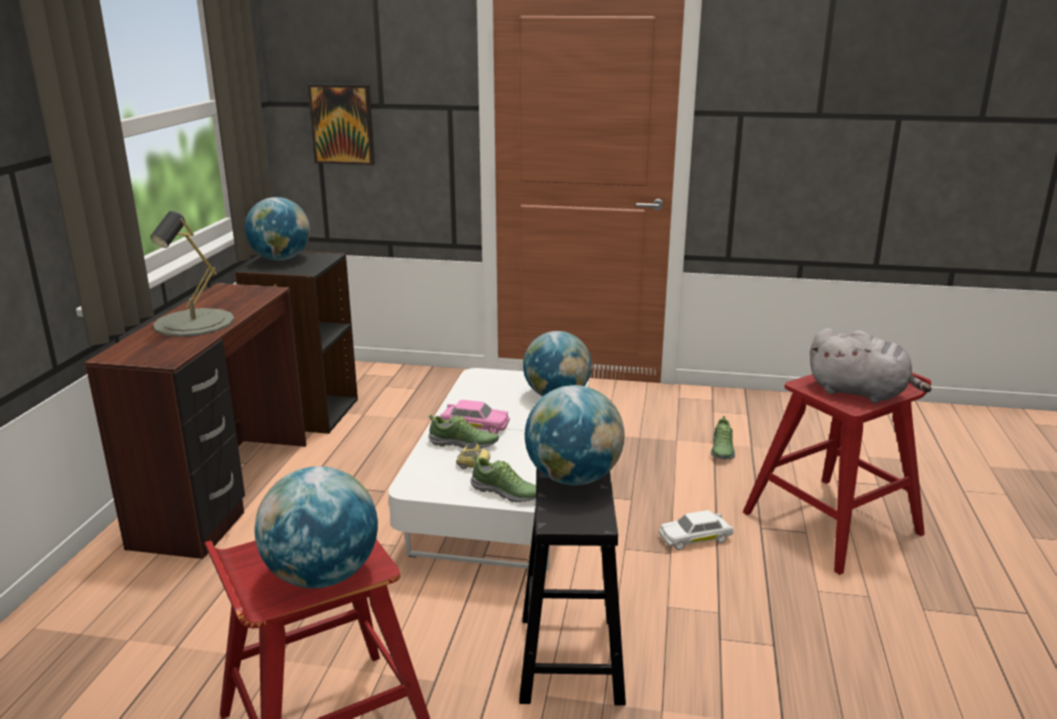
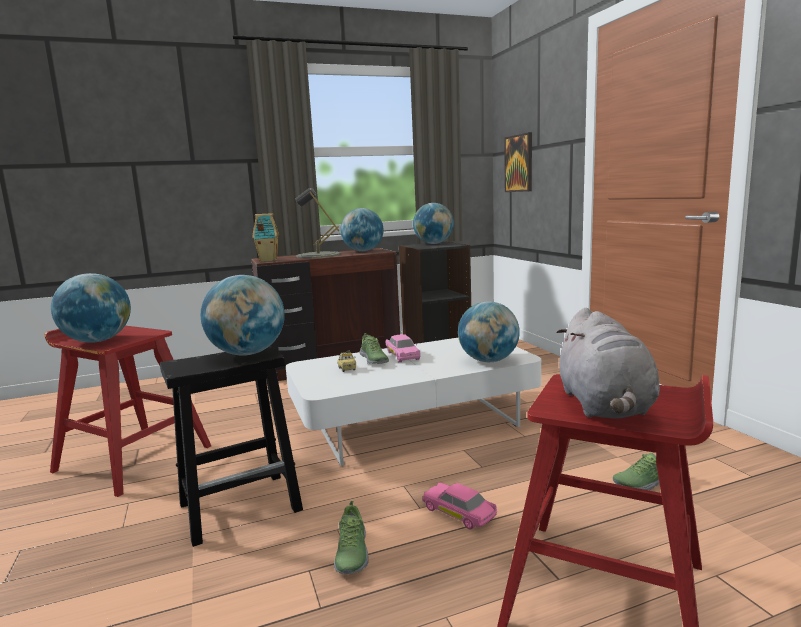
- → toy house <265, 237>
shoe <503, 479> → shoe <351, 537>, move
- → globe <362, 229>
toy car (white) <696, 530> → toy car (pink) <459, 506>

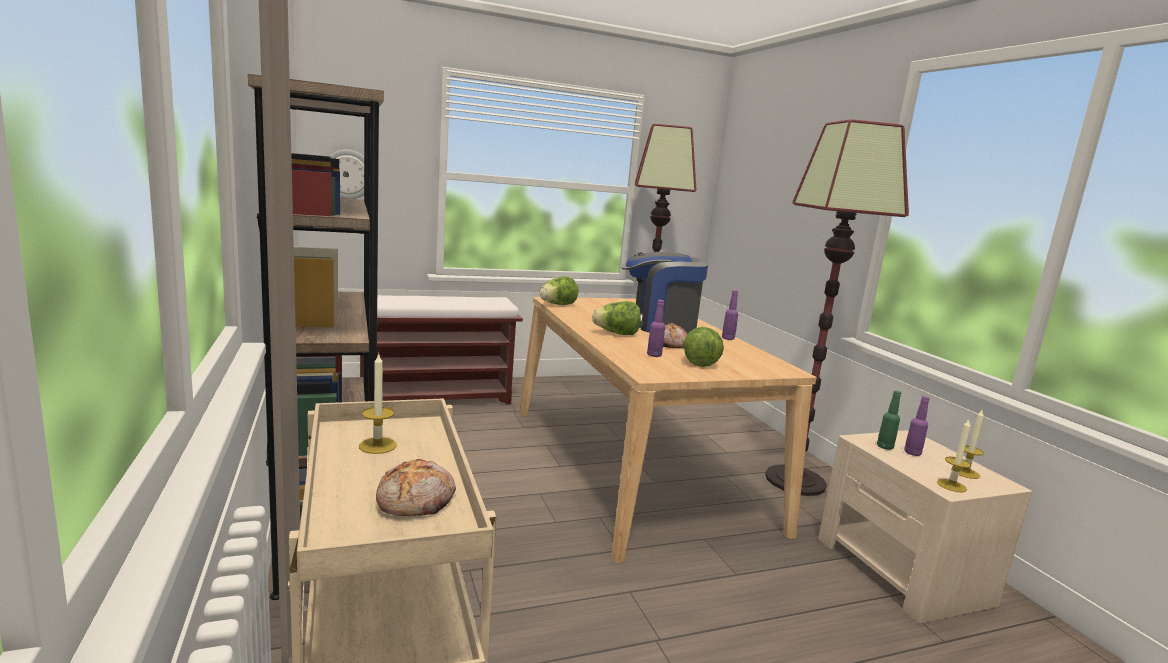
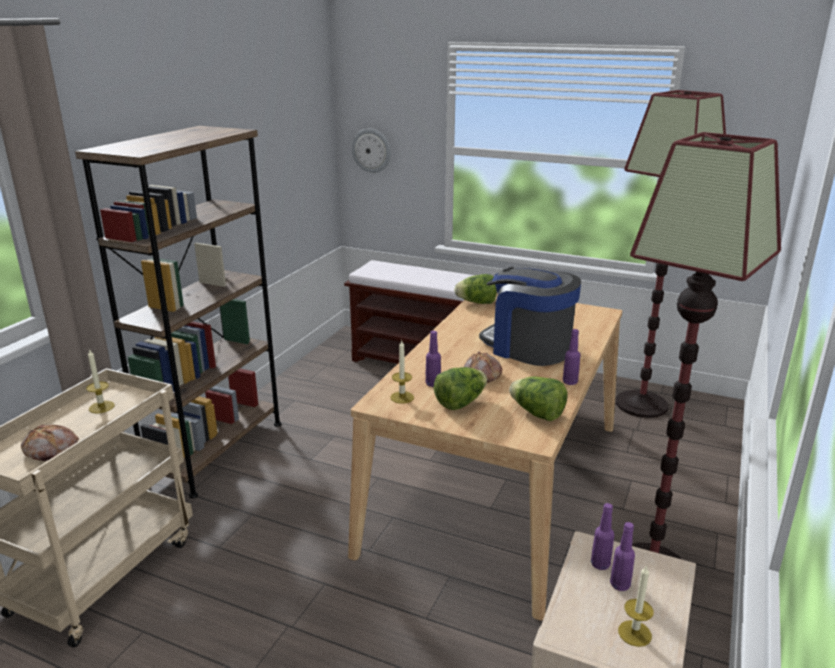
candle <954, 456> → candle <402, 372>, move
lettuce <616, 318> → lettuce <538, 399>, move
bottle (green) <889, 420> → bottle (purple) <602, 536>

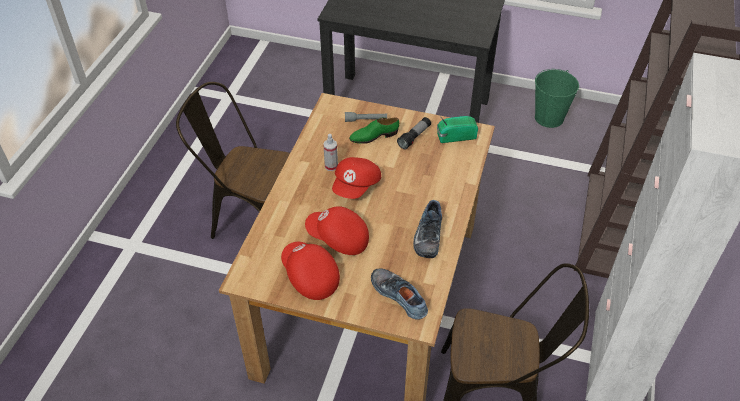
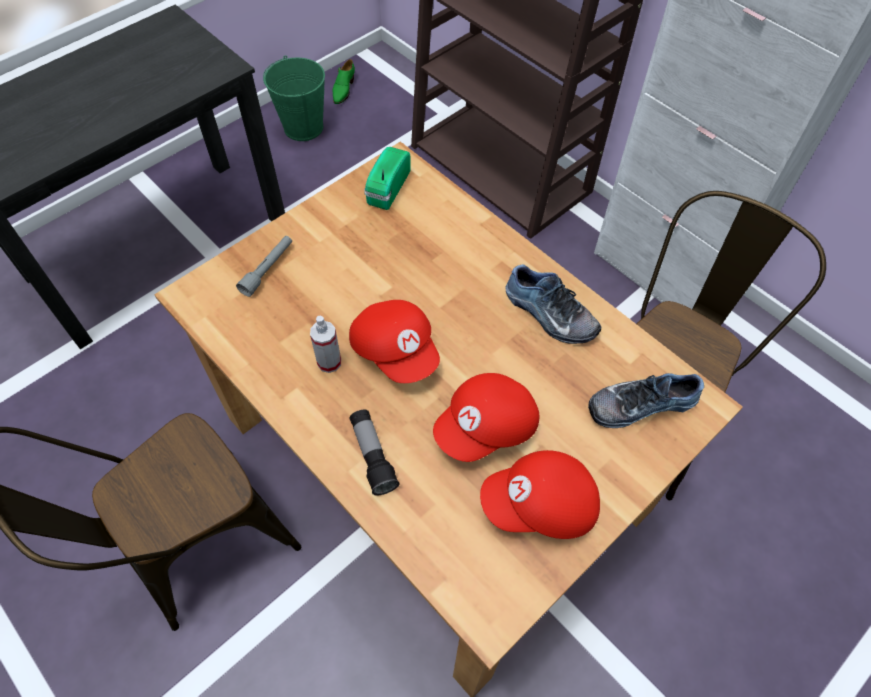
shoe (green) <374, 131> → shoe (green) <343, 81>, move
flashlight <414, 133> → flashlight <374, 452>, move

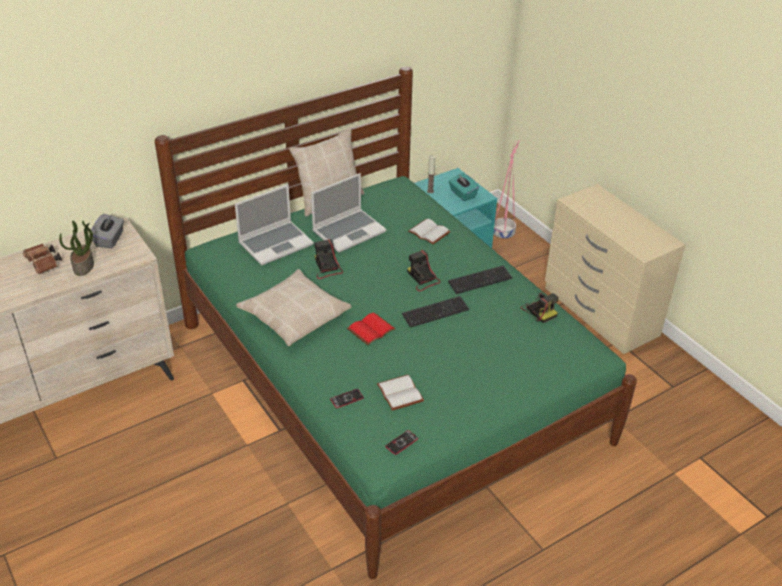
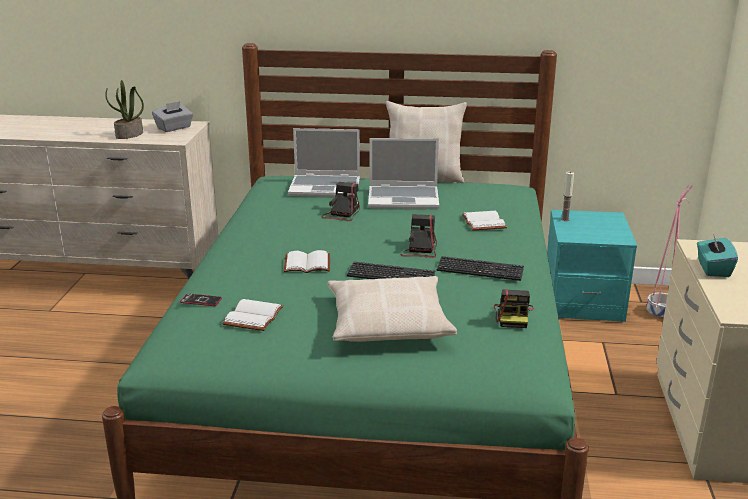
book (red) <371, 329> → book (white) <307, 261>
pillow (beige) <293, 307> → pillow (beige) <392, 309>, move
tissue box (turquoise) <464, 187> → tissue box (turquoise) <717, 255>, move
binoculars (brown) <42, 258> → -
phone <401, 442> → -

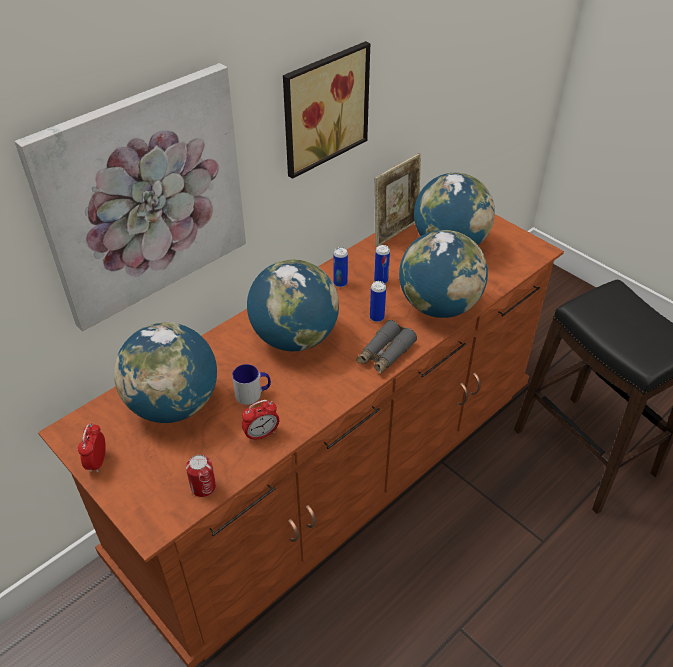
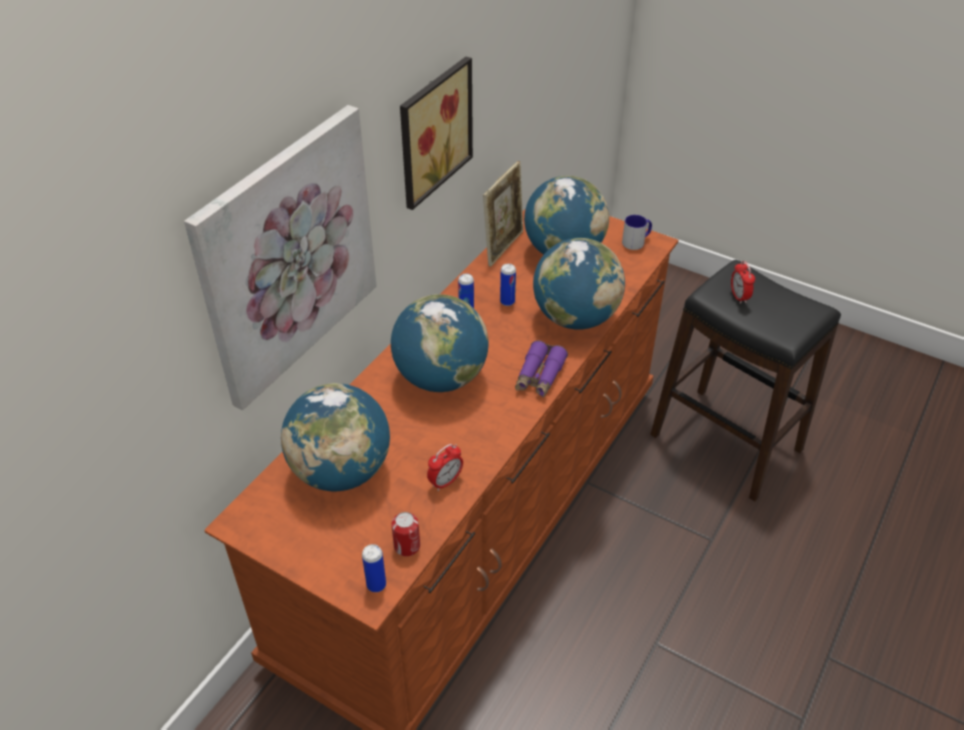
can <378, 301> → can <374, 568>, move
binoculars (grey) <386, 347> → binoculars (purple) <541, 369>
mug <251, 384> → mug <637, 232>, move
alarm clock <92, 447> → alarm clock <743, 282>, move

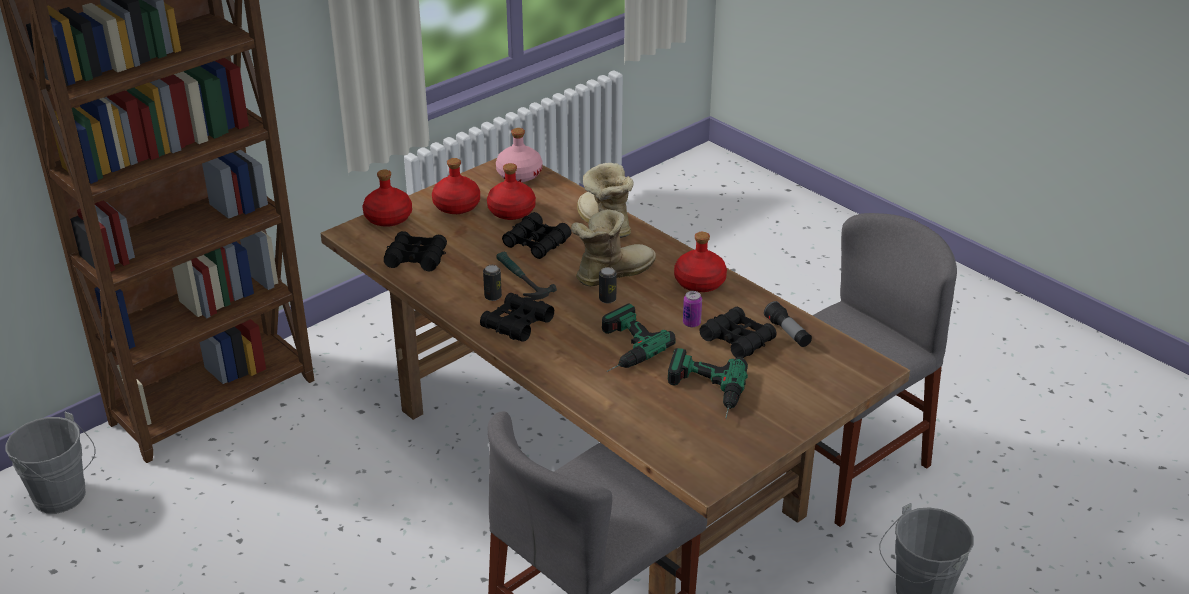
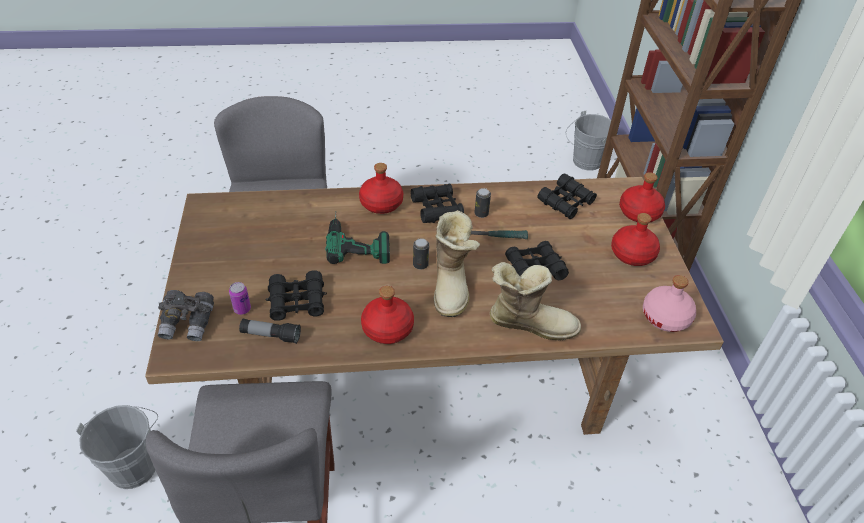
- → binoculars (grey) <186, 315>
can <692, 309> → can <240, 298>, move
bottle (red) <511, 191> → bottle (red) <381, 188>, move
power drill <708, 383> → -

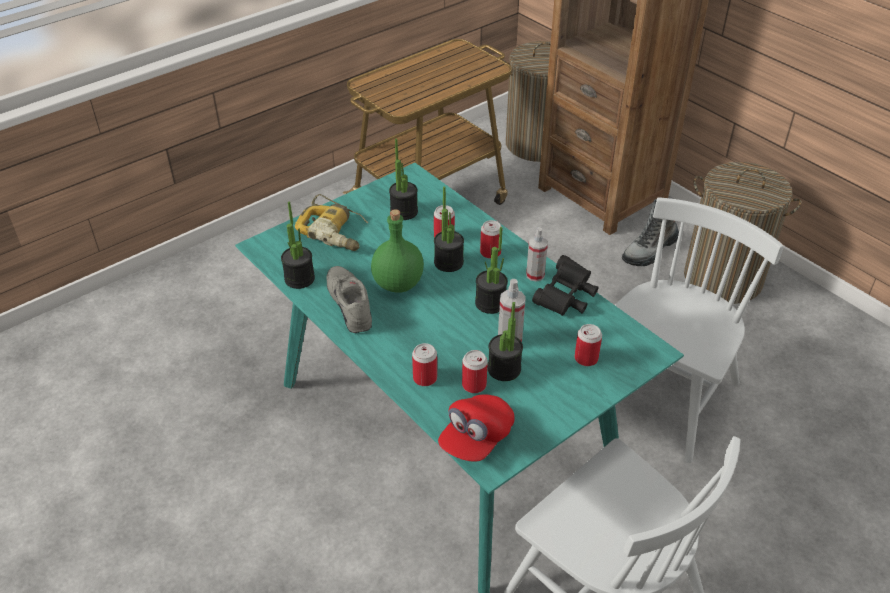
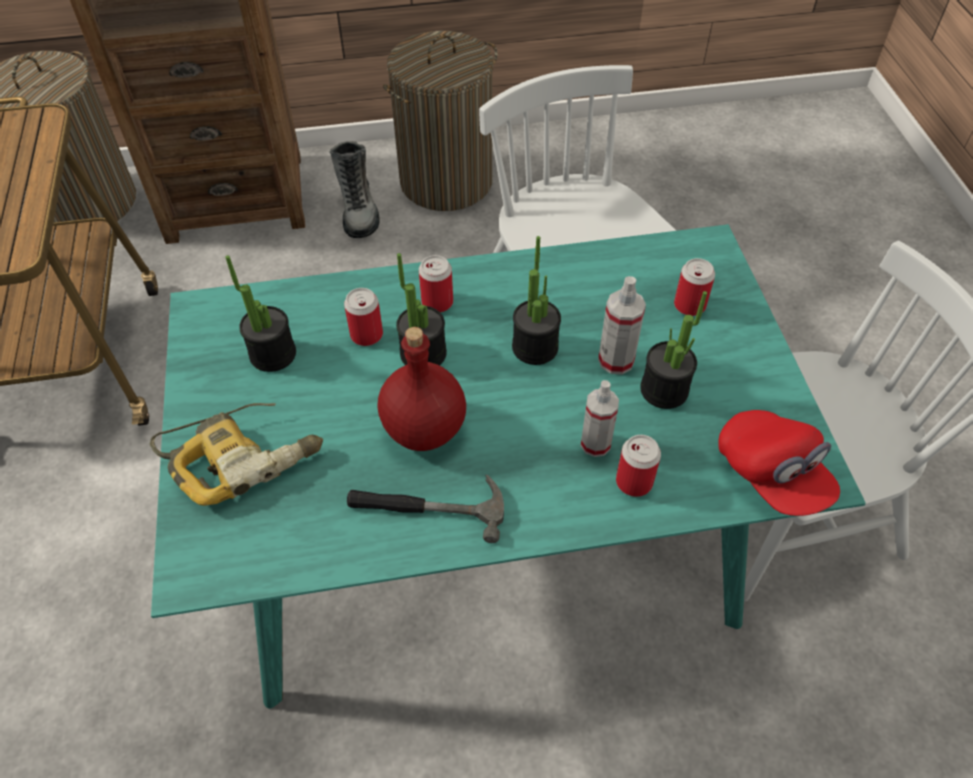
shoe (grey) <349, 299> → hammer <425, 509>
bottle (green) <397, 250> → bottle (red) <422, 389>
spray bottle <537, 254> → spray bottle <600, 418>, move
potted plant <298, 245> → -
can <475, 371> → -
binoculars (black) <565, 285> → -

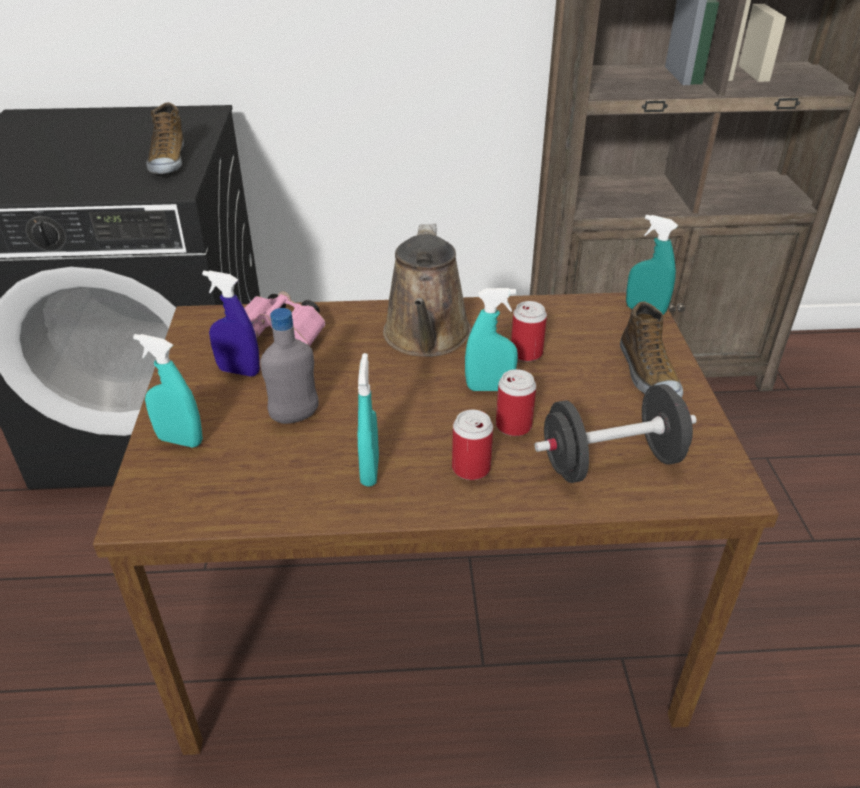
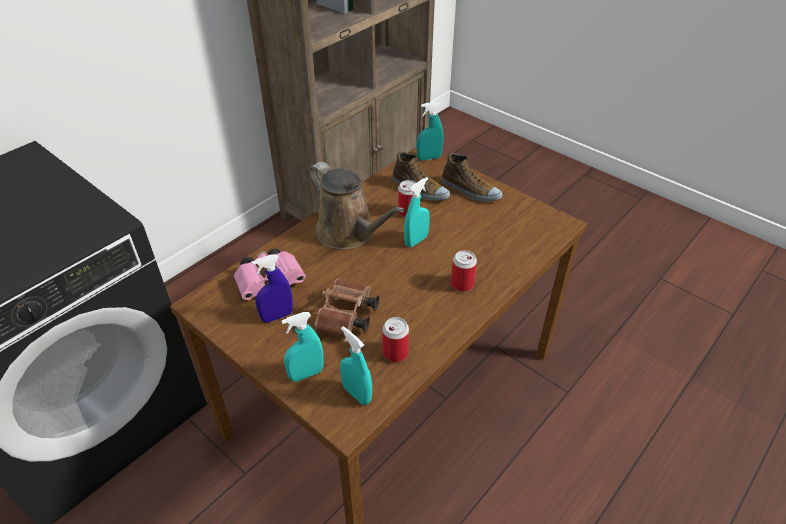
bottle (grey) <289, 366> → binoculars (brown) <346, 307>
spray bottle (turquoise) <368, 419> → spray bottle (turquoise) <356, 365>, move
can <516, 402> → can <395, 339>, move
shoe <165, 138> → shoe <421, 176>, move
dumbbell (black) <616, 433> → -

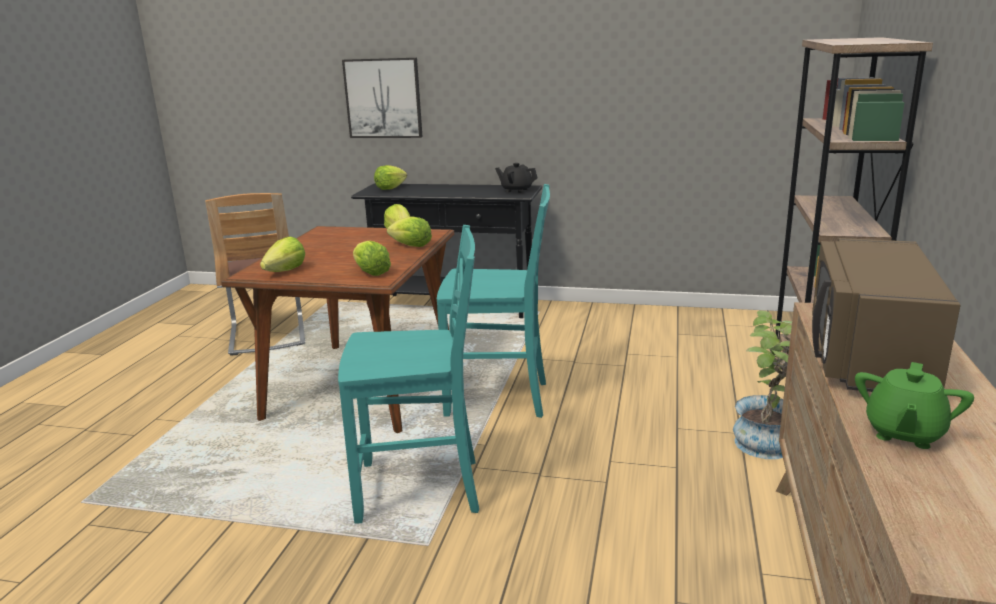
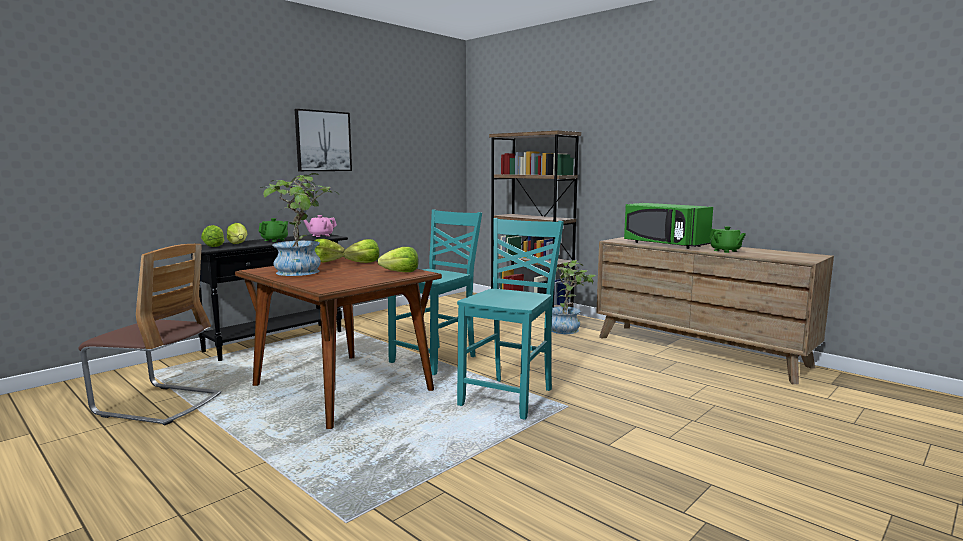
lettuce <282, 254> → lettuce <237, 233>, move
- → teapot (green) <273, 230>
- → potted plant <299, 224>
picture <382, 98> → picture <323, 140>, move
teapot (black) <516, 178> → teapot (pink) <320, 226>
microwave (brown) <886, 315> → microwave (green) <668, 226>

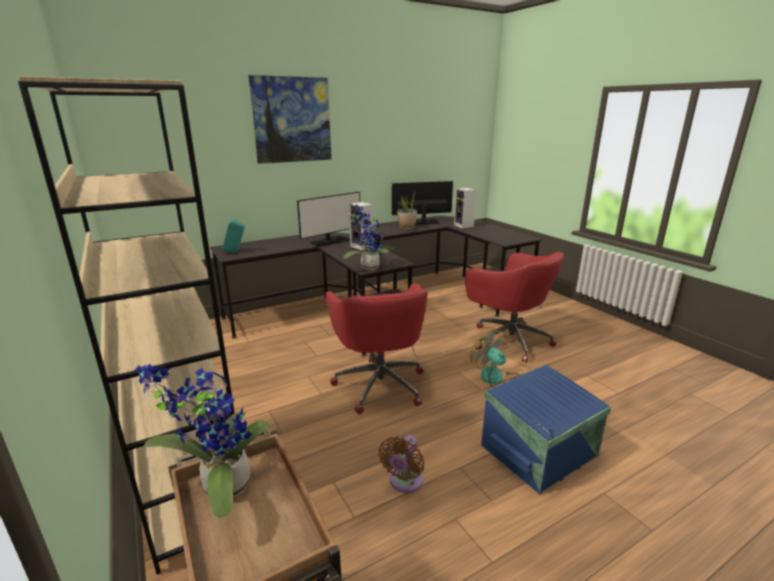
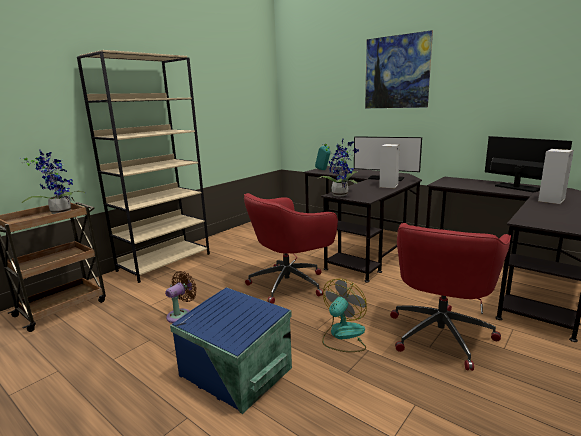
fan (brown) <401, 464> → fan (brown) <181, 297>, 120 degrees clockwise
potted plant <407, 211> → -

